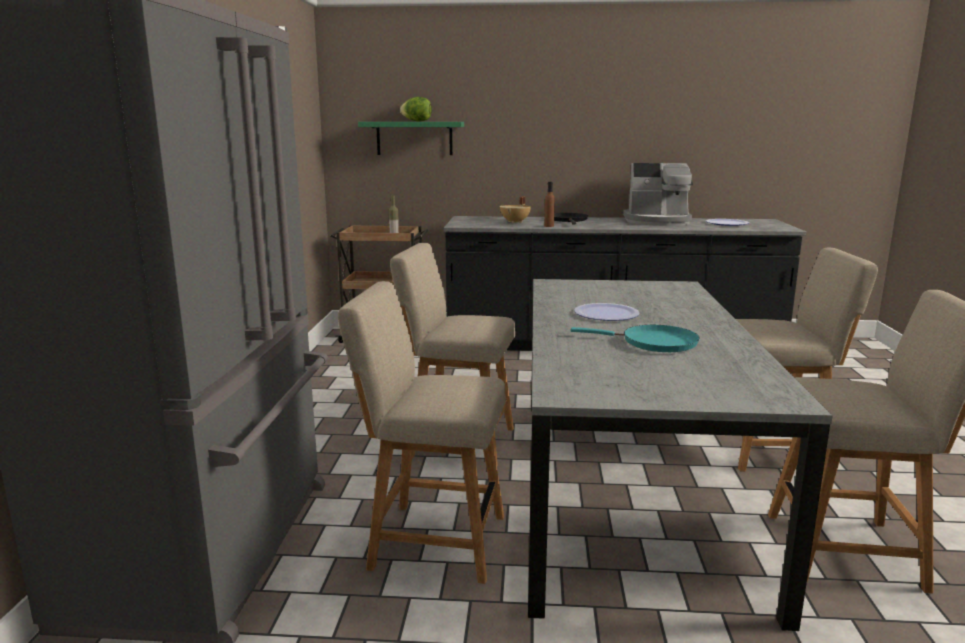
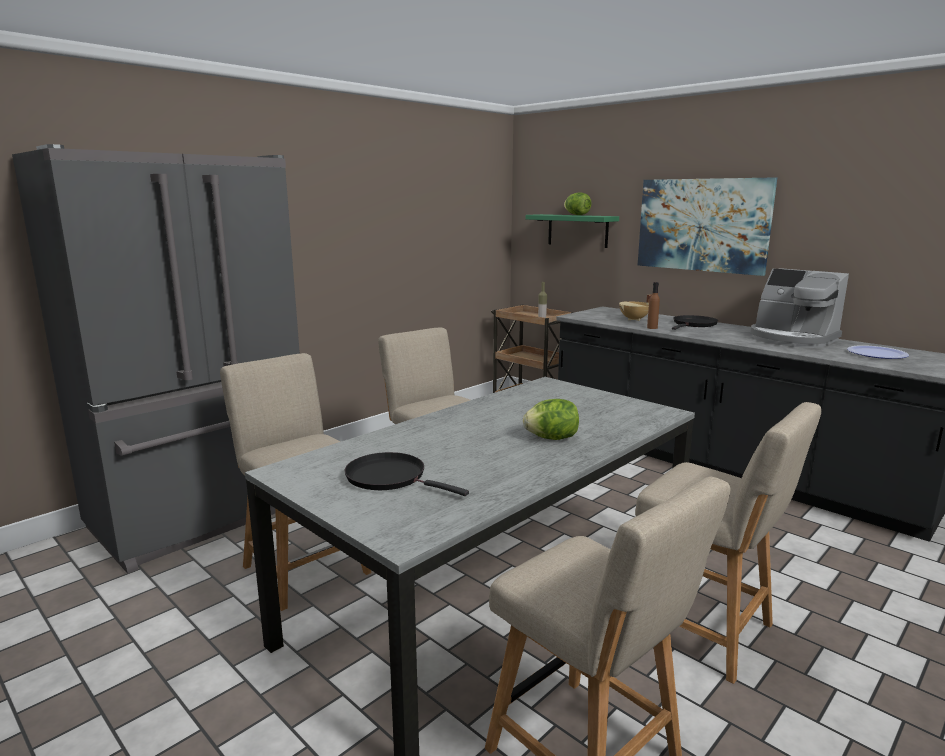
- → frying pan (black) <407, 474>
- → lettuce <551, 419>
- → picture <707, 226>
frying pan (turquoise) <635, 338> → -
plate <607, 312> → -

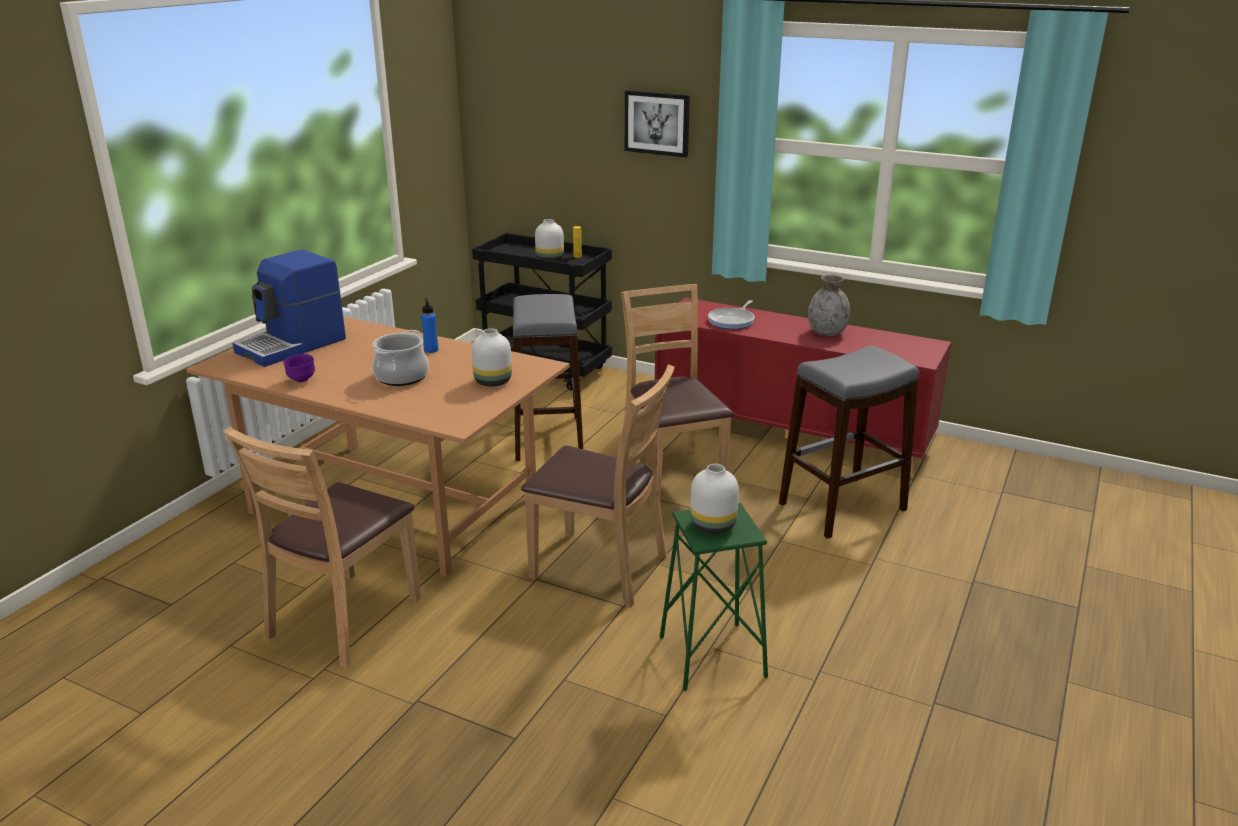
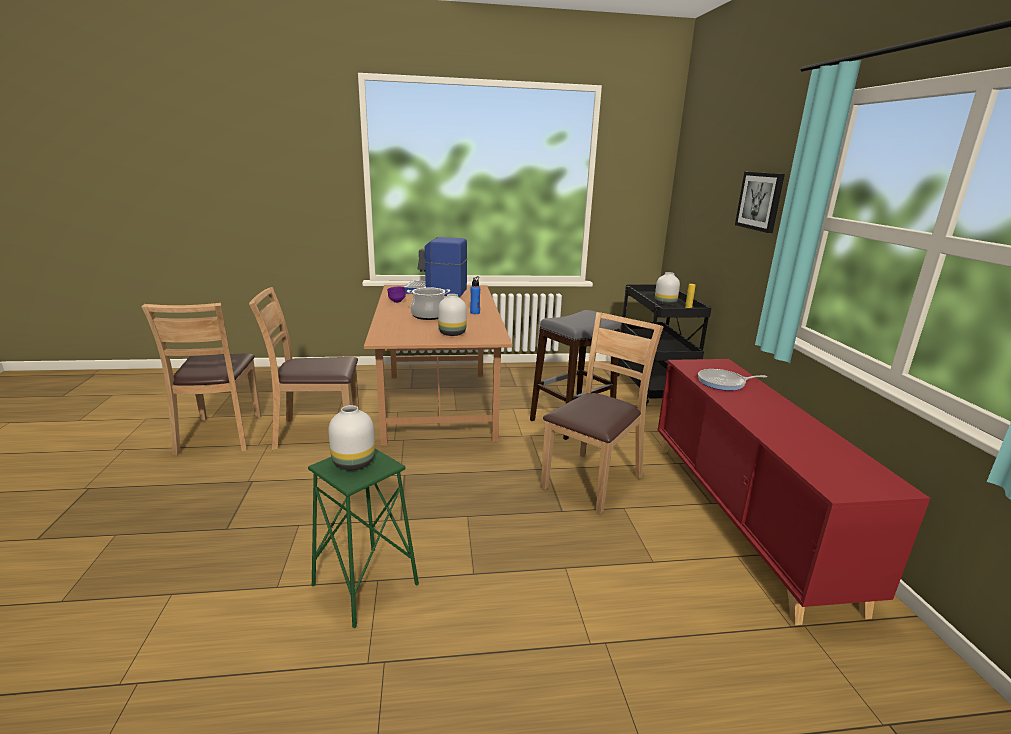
chair (brown) <598, 485> → chair (brown) <202, 379>, move
stool (grey) <849, 442> → -
vase (grey) <829, 305> → -

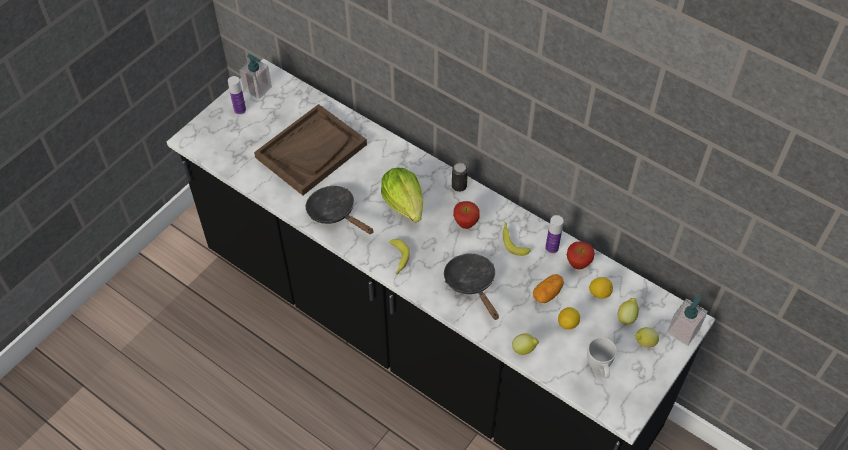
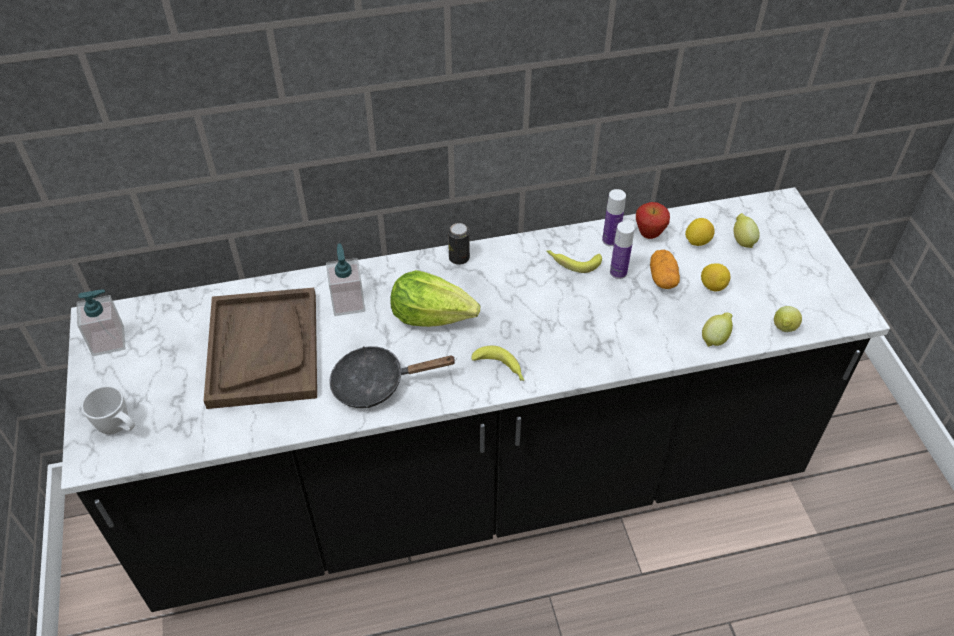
mug (white) <602, 357> → mug (white) <108, 410>, move
soap dispenser <687, 320> → soap dispenser <345, 279>, move
bottle <237, 95> → bottle <622, 250>, move
lemon <647, 337> → lemon <788, 319>, move
frying pan (black) <471, 287> → -
apple <466, 215> → -

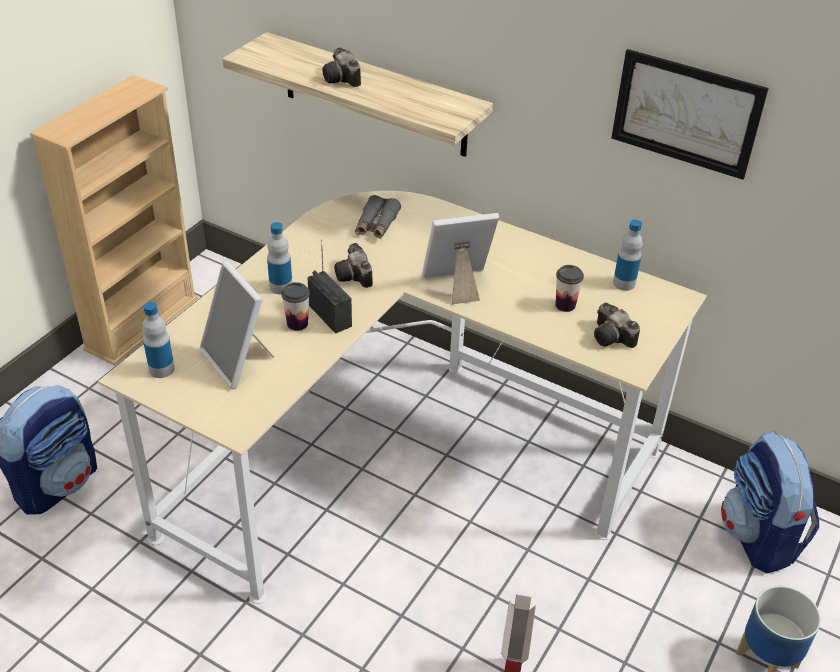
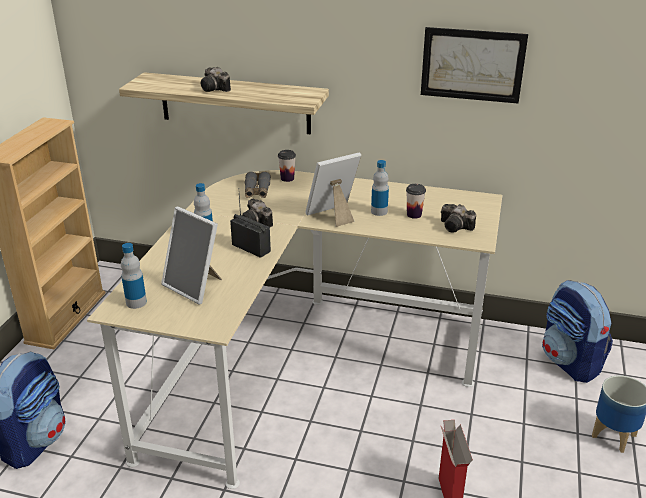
cup <295, 306> → cup <287, 166>, move
bottle <628, 255> → bottle <380, 188>, move

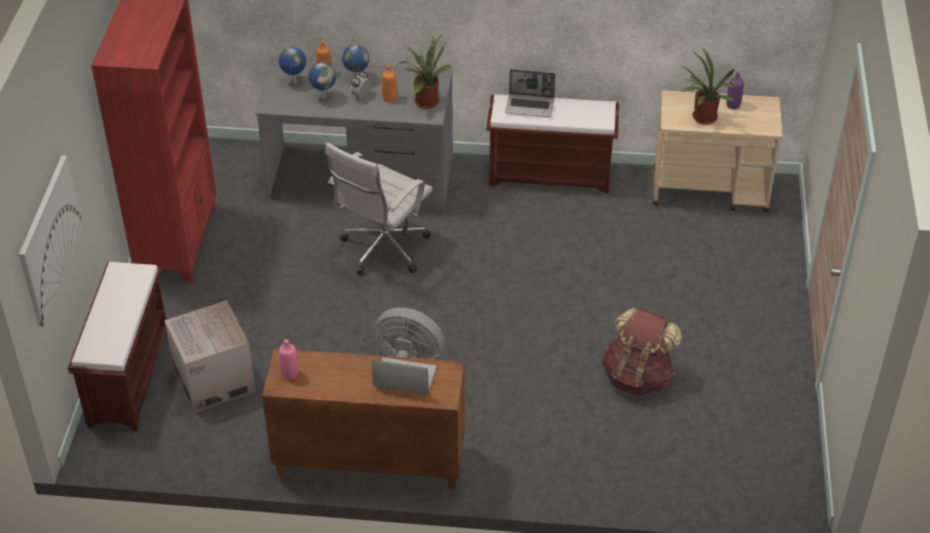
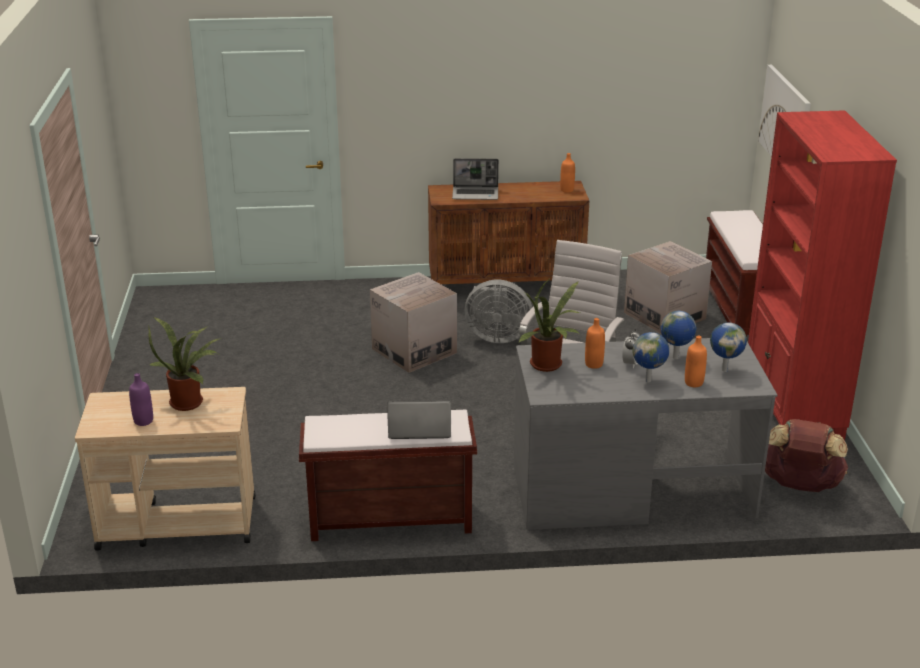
- → cardboard box <413, 322>
bottle (pink) <288, 359> → bottle (orange) <567, 173>
backpack (brown) <642, 352> → backpack (brown) <806, 455>, move

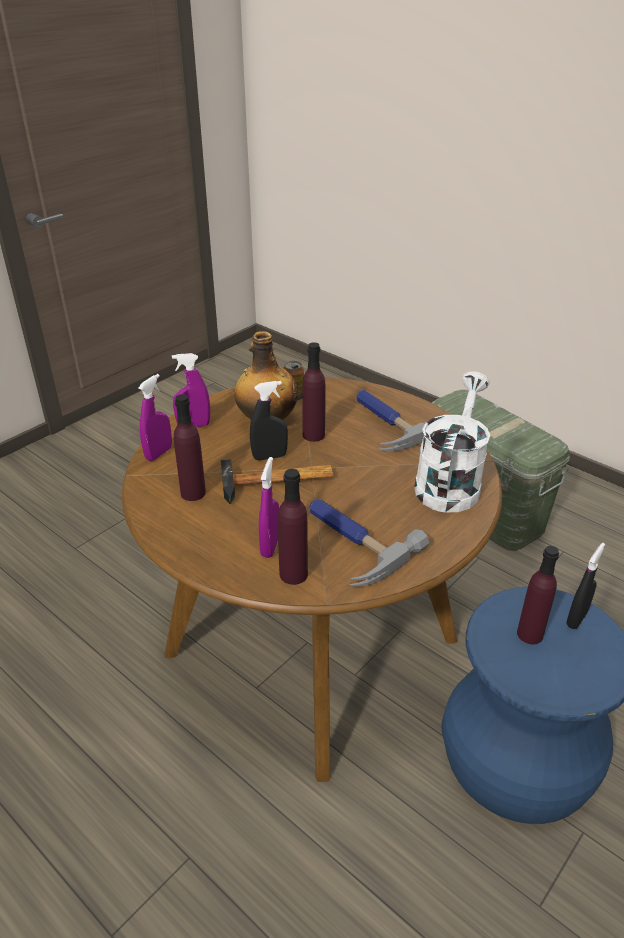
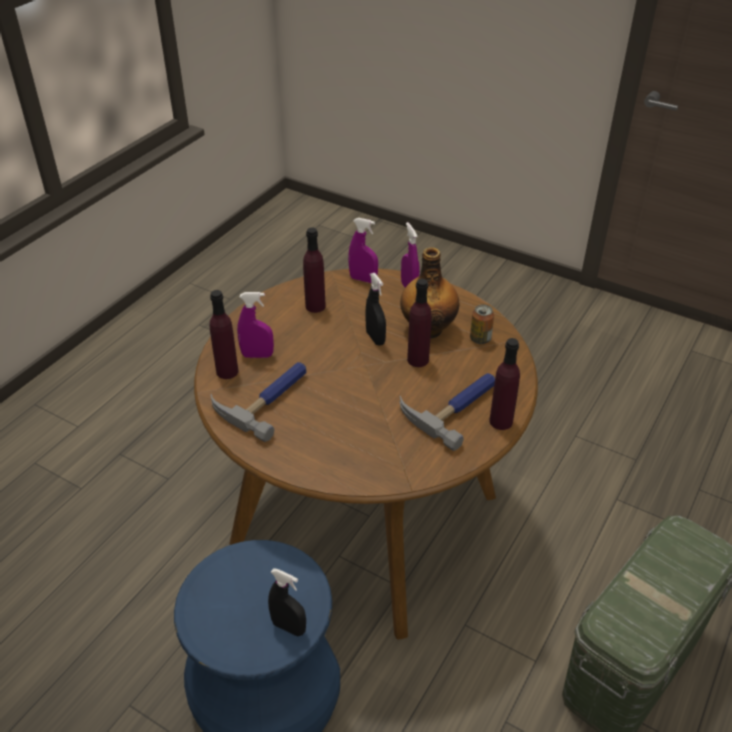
bottle (purple) <538, 595> → bottle (purple) <504, 384>, move
hammer <277, 481> → -
watering can (white) <452, 442> → -

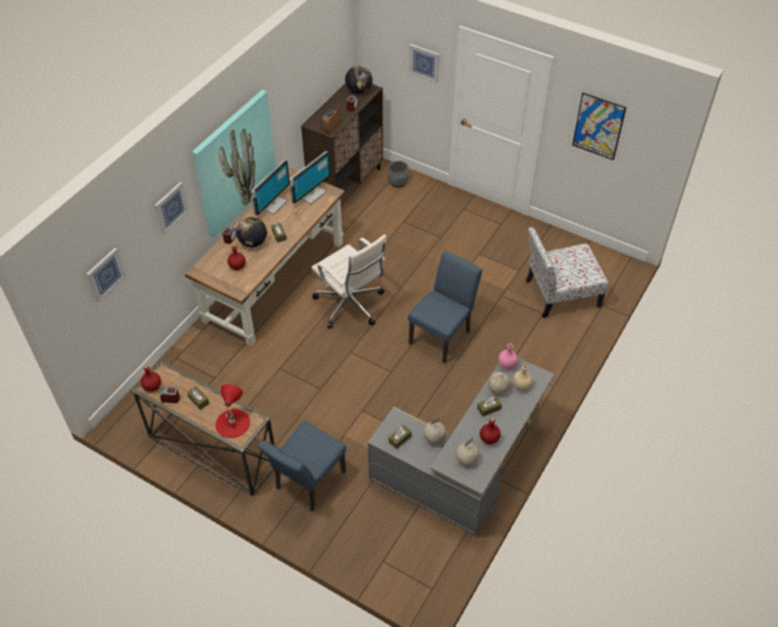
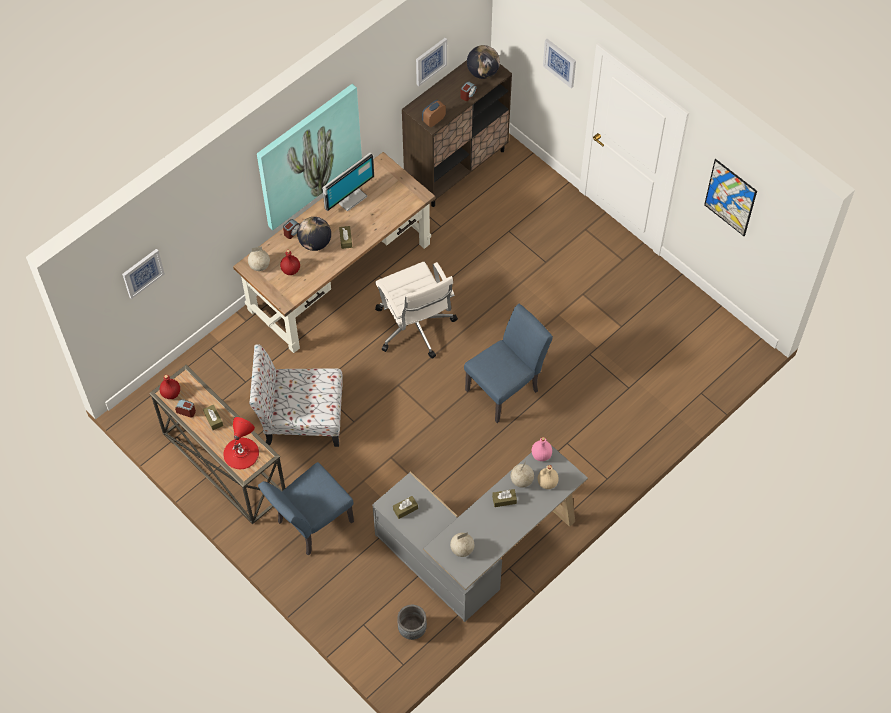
globe <434, 430> → globe <259, 258>, move
chair <567, 272> → chair <296, 395>, move
planter (grey) <398, 174> → planter (grey) <412, 622>, move
picture <172, 208> → picture <431, 62>, move
monitor <310, 178> → -
bottle (red) <490, 431> → -

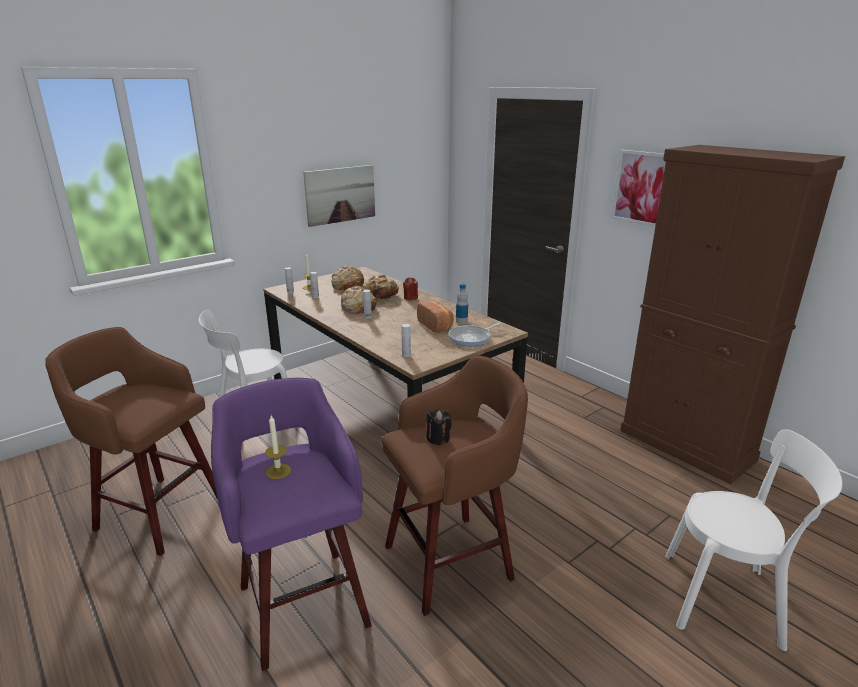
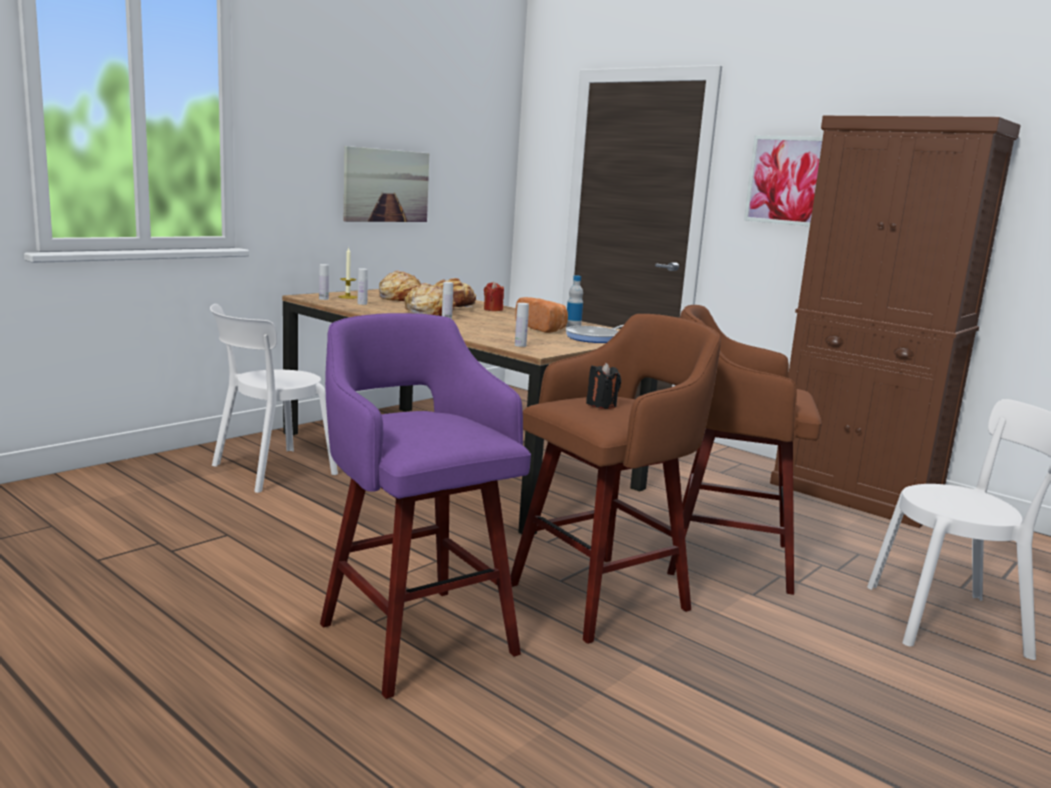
stool (brown) <131, 441> → stool (brown) <744, 450>, move
candle <278, 447> → -

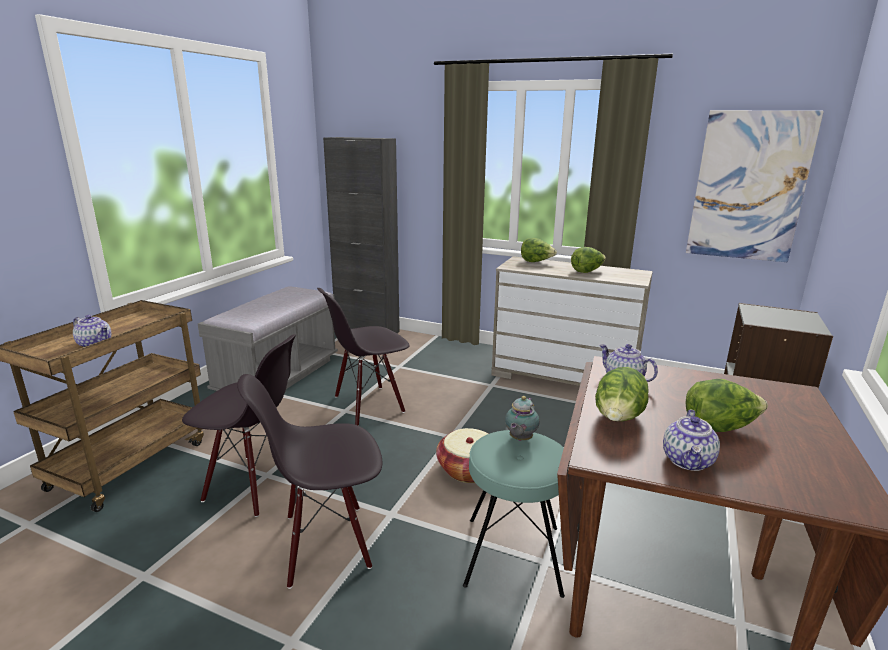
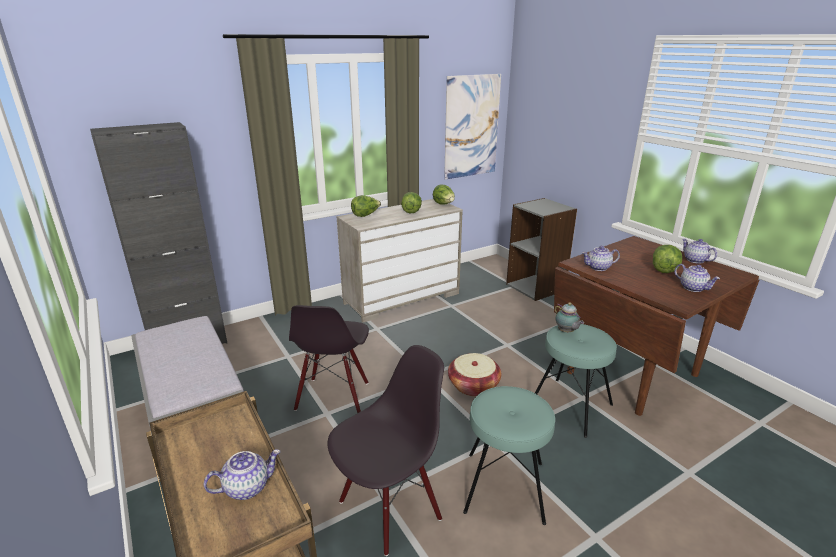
lettuce <622, 394> → lettuce <444, 195>, move
chair (black) <309, 481> → stool (turquoise) <509, 455>
- → teapot <699, 251>

